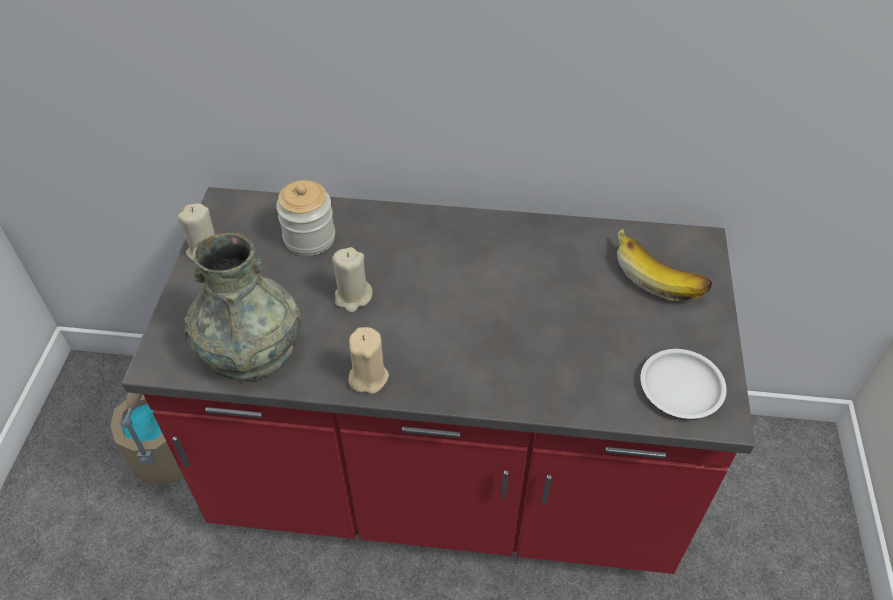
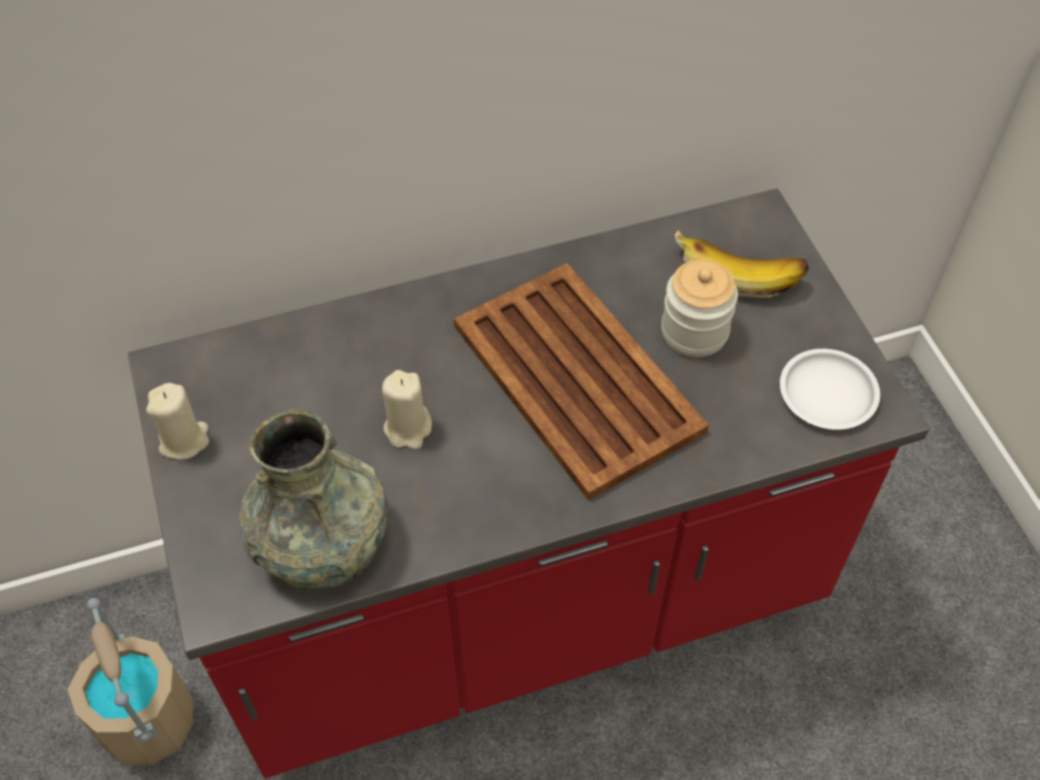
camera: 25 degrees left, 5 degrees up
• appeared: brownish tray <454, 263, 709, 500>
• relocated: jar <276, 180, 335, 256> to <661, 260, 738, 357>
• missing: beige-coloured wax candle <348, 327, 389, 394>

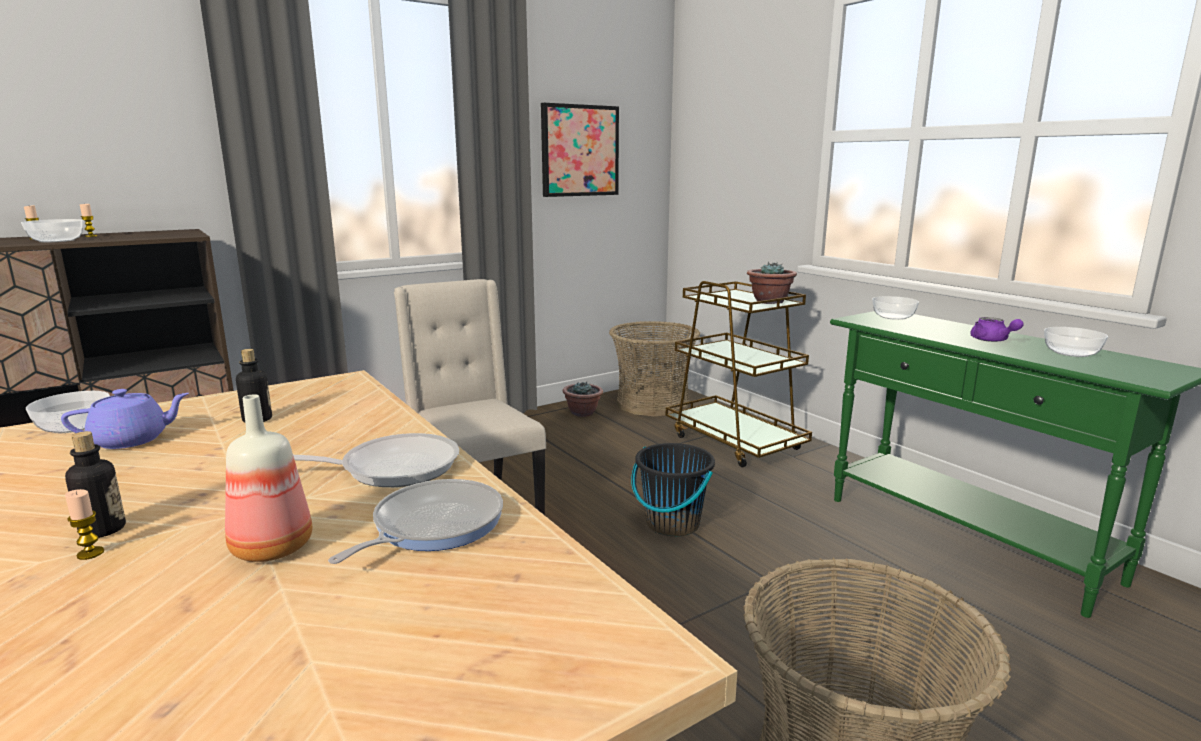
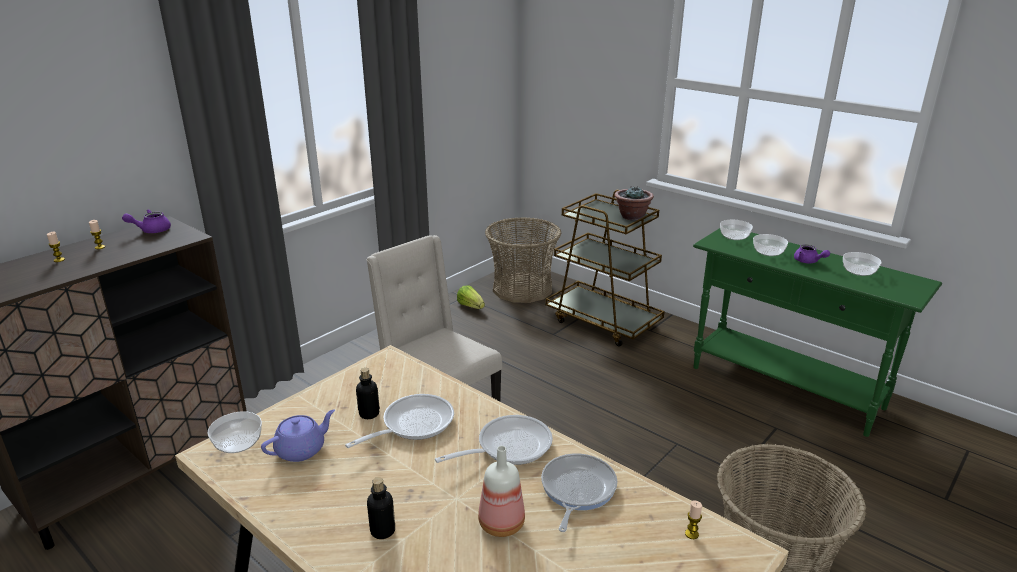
camera: 15 degrees left, 10 degrees up
• appeared: purplish teapot <122, 209, 171, 233>
• appeared: pan <345, 394, 454, 448>
• exchanged: potted plant <563, 382, 603, 417> to lettuce <457, 285, 485, 309>
• relocated: wax candle <65, 489, 104, 560> to <685, 500, 702, 539>
• relocated: bowl <21, 219, 83, 242> to <753, 234, 788, 256>
• missing: wall art <541, 103, 619, 197>
• missing: blackish pail <631, 443, 715, 537>

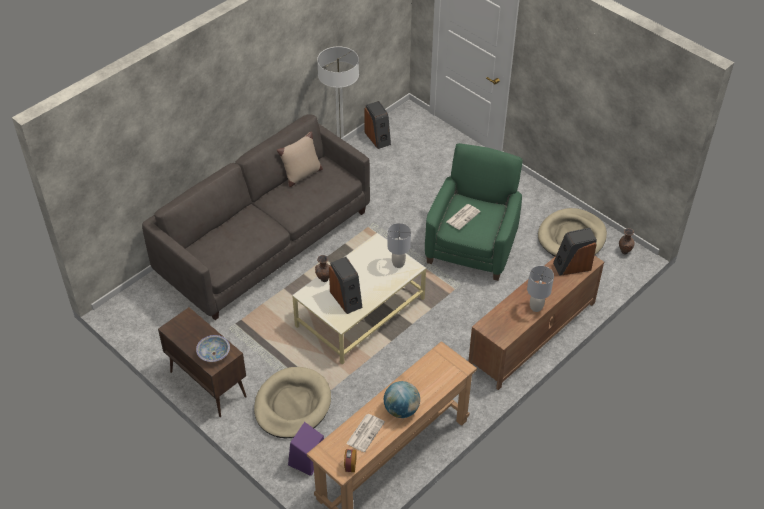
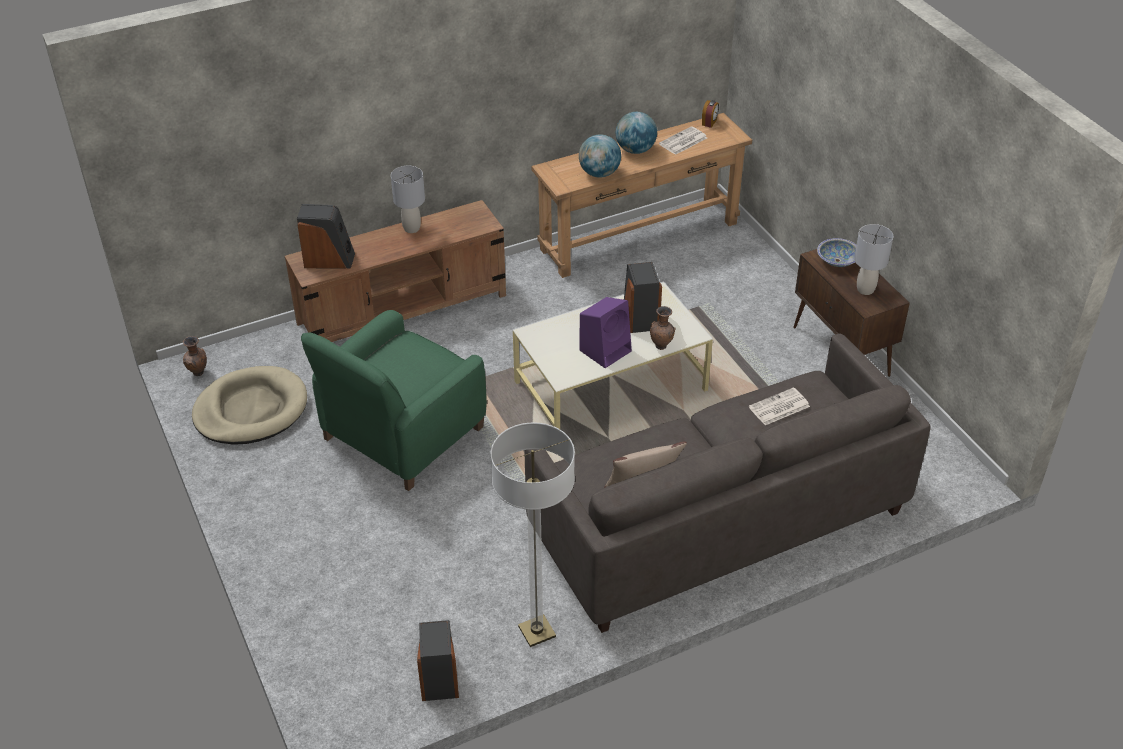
camera: 160 degrees left, 5 degrees down
• appeared: world globe <579, 134, 621, 178>
• relocated: purplish loudspeaker <288, 422, 324, 476> to <580, 297, 632, 368>
• relocated: printed paper <446, 204, 481, 230> to <749, 387, 810, 425>
• relocated: gray lamp for a table <387, 223, 411, 268> to <854, 224, 893, 295>
• missing: beige-coloured pet bed <254, 367, 331, 438>

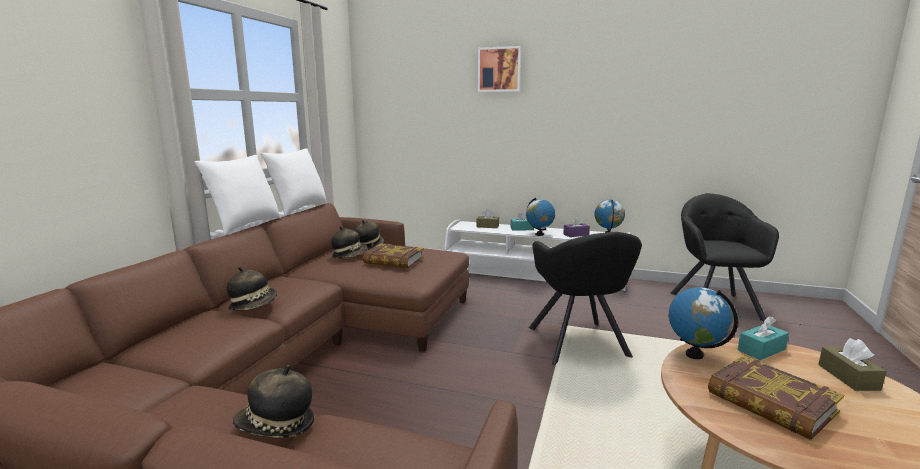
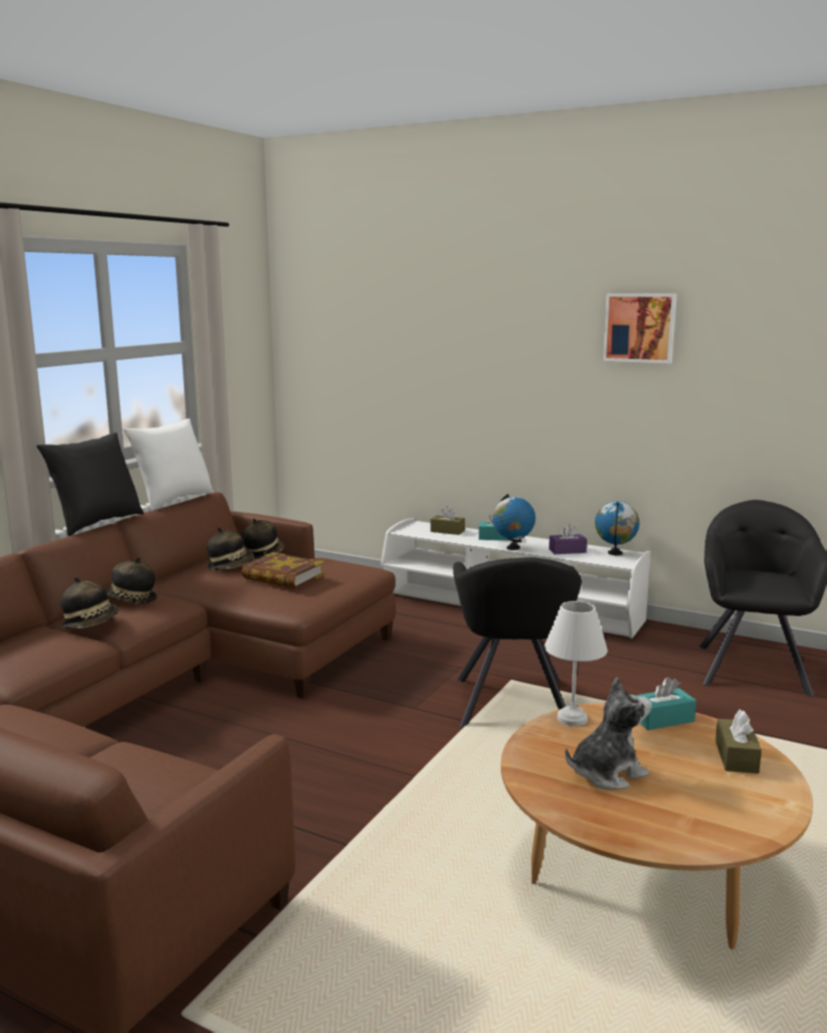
camera: 10 degrees right, 0 degrees up
• colour: white-coloured pillow <194, 155, 281, 235> to blackish pillow <37, 433, 144, 536>
• relocated: clothing hat <233, 365, 314, 438> to <104, 557, 157, 604>
• exchanged: world globe <669, 287, 738, 359> to white-coloured lamp for a table <544, 601, 608, 726>
• exchanged: book <708, 356, 844, 440> to soft toy <565, 677, 652, 790>
• relocated: wall art <478, 46, 521, 92> to <603, 293, 677, 364>

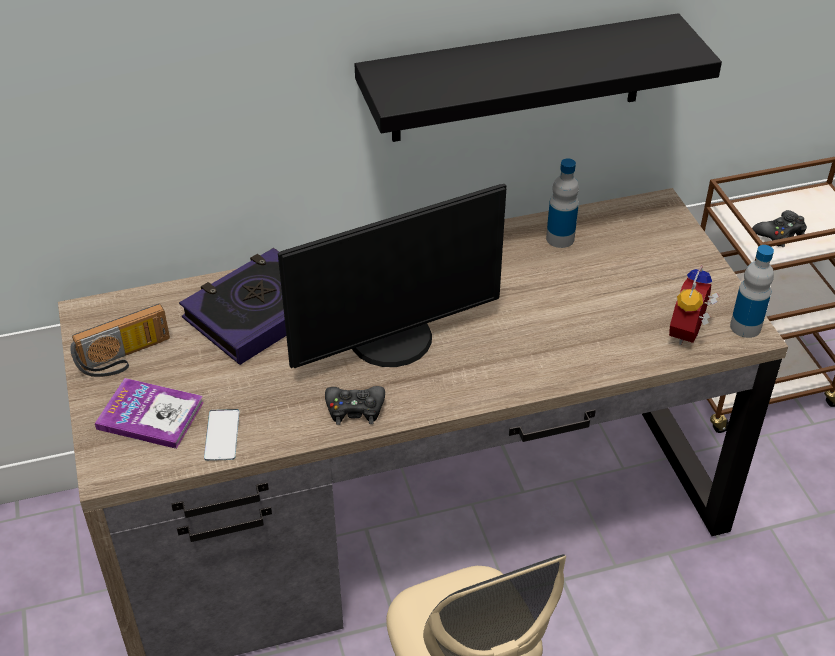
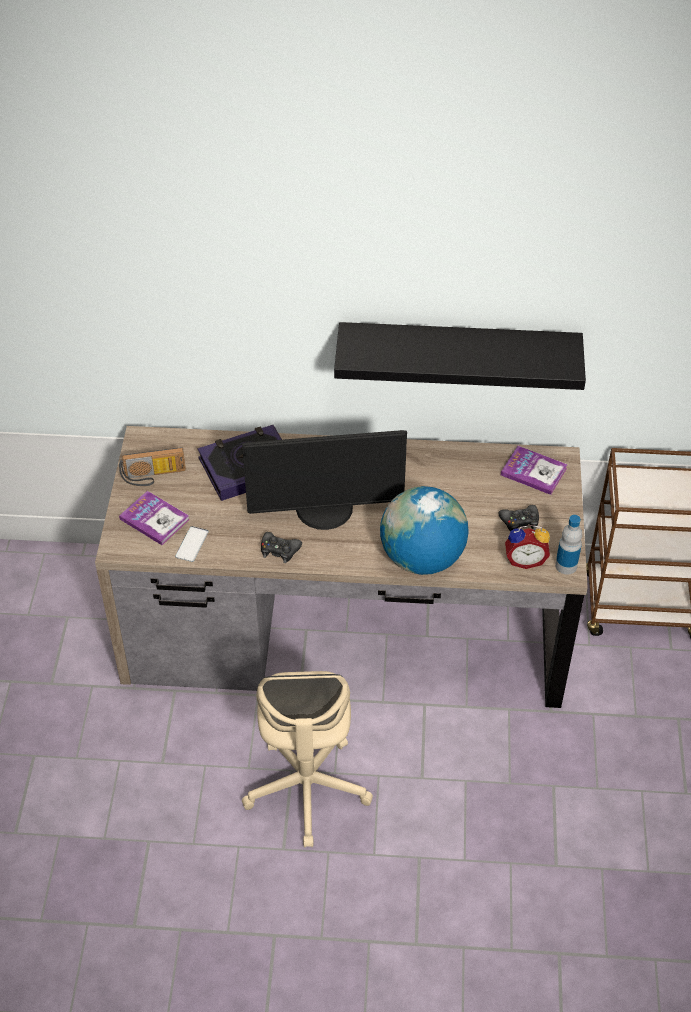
camera: 20 degrees right, 5 degrees up
• appeared: world globe <380, 486, 469, 575>
• relocated: blackish game controller <752, 210, 807, 247> to <498, 505, 539, 532>
• appeared: book <501, 446, 568, 495>
• spun: bedside clock <669, 265, 719, 345> = <505, 525, 550, 569> 135 degrees counterclockwise
• missing: bottle <546, 158, 579, 248>

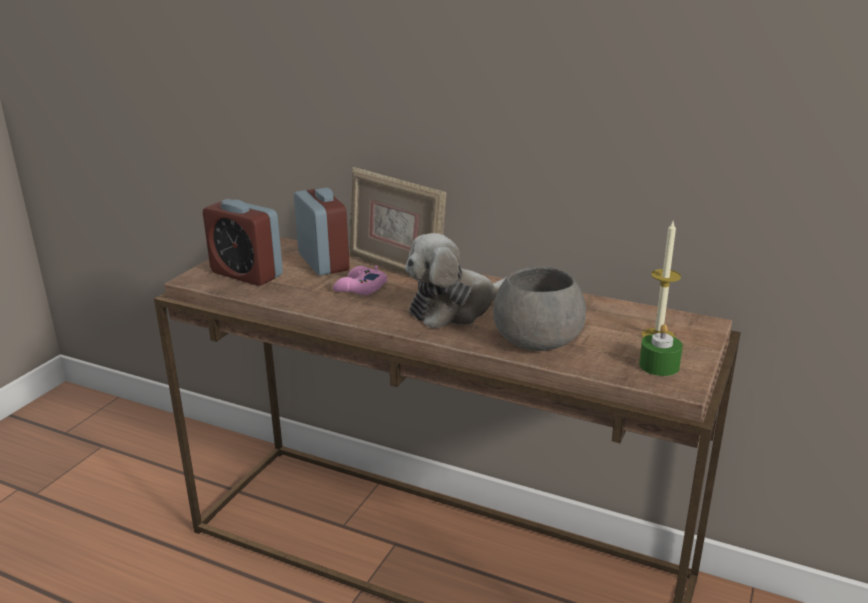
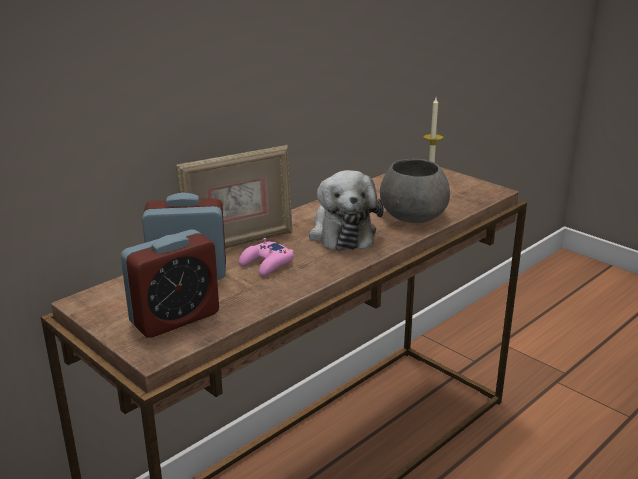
camera: 70 degrees left, 0 degrees up
• missing: green wax candle <639, 324, 683, 376>

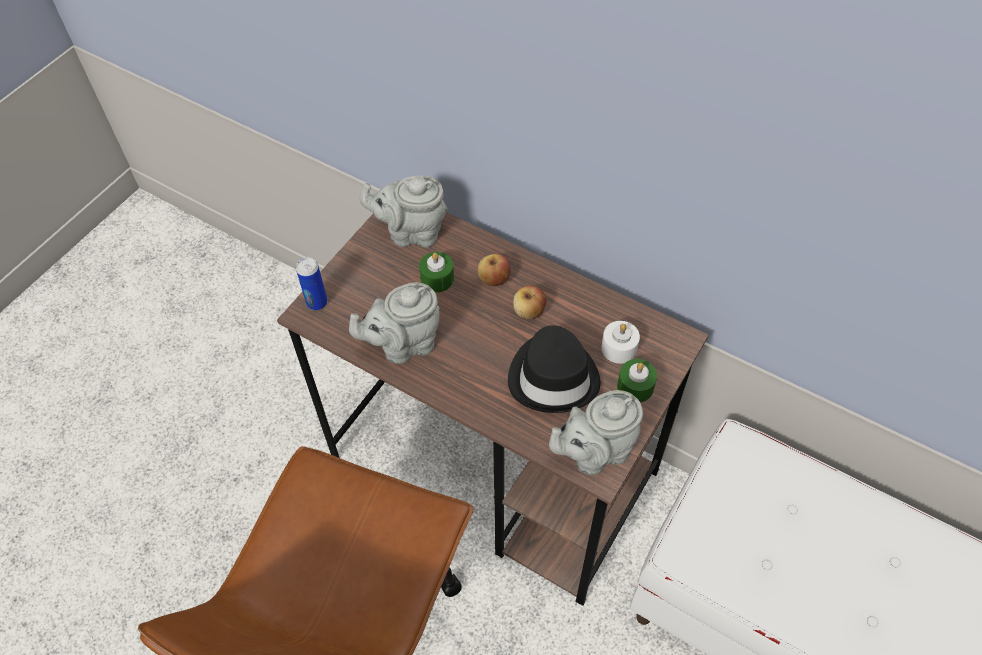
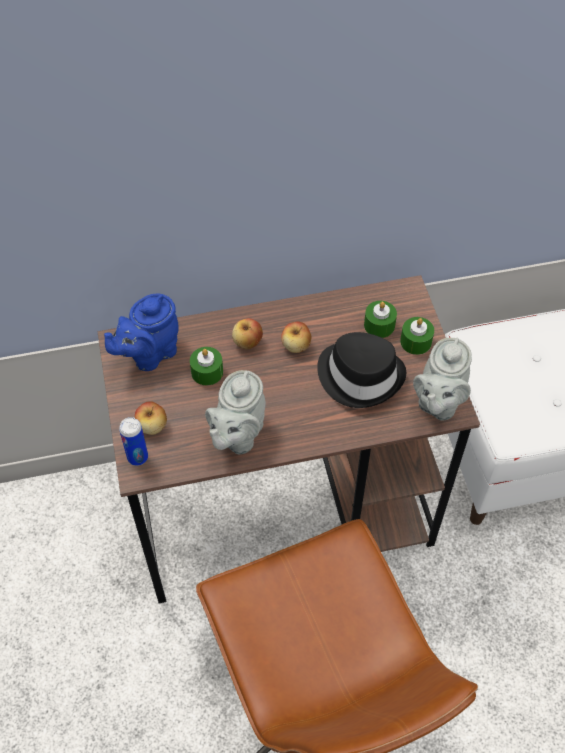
camera: 45 degrees left, 0 degrees up
• colour: gray teapot <359, 176, 447, 248> to bluish teapot <104, 293, 179, 371>
• appeared: apple fruit <135, 401, 167, 435>
• colour: white-coloured wax candle <601, 321, 640, 364> to green wax candle <364, 301, 397, 338>

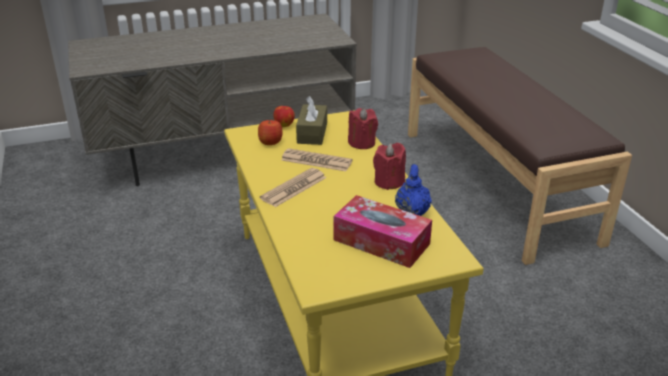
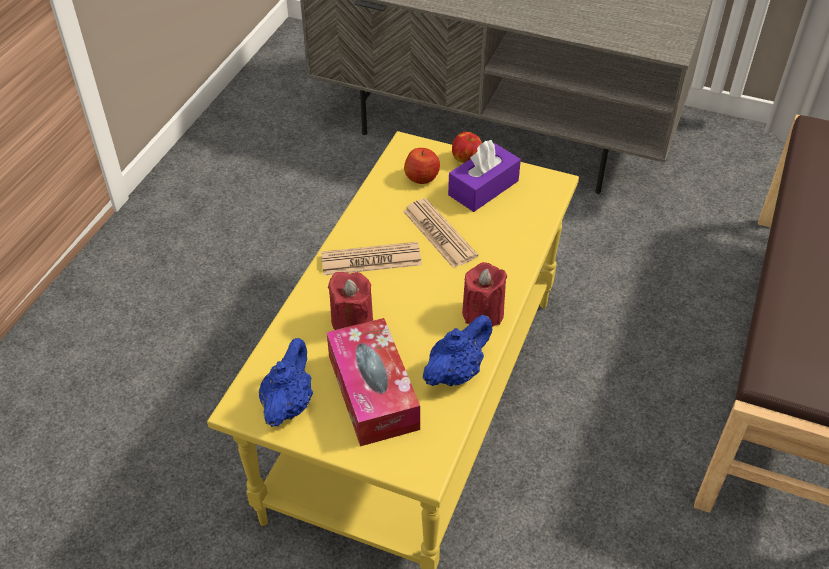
camera: 40 degrees right, 15 degrees up
• appeared: bluish teapot <259, 338, 313, 427>
• relocated: red-coloured wax candle <348, 108, 378, 149> to <328, 272, 373, 330>
• colour: brownish tissue box <296, 96, 327, 145> to purplish tissue box <448, 140, 521, 212>

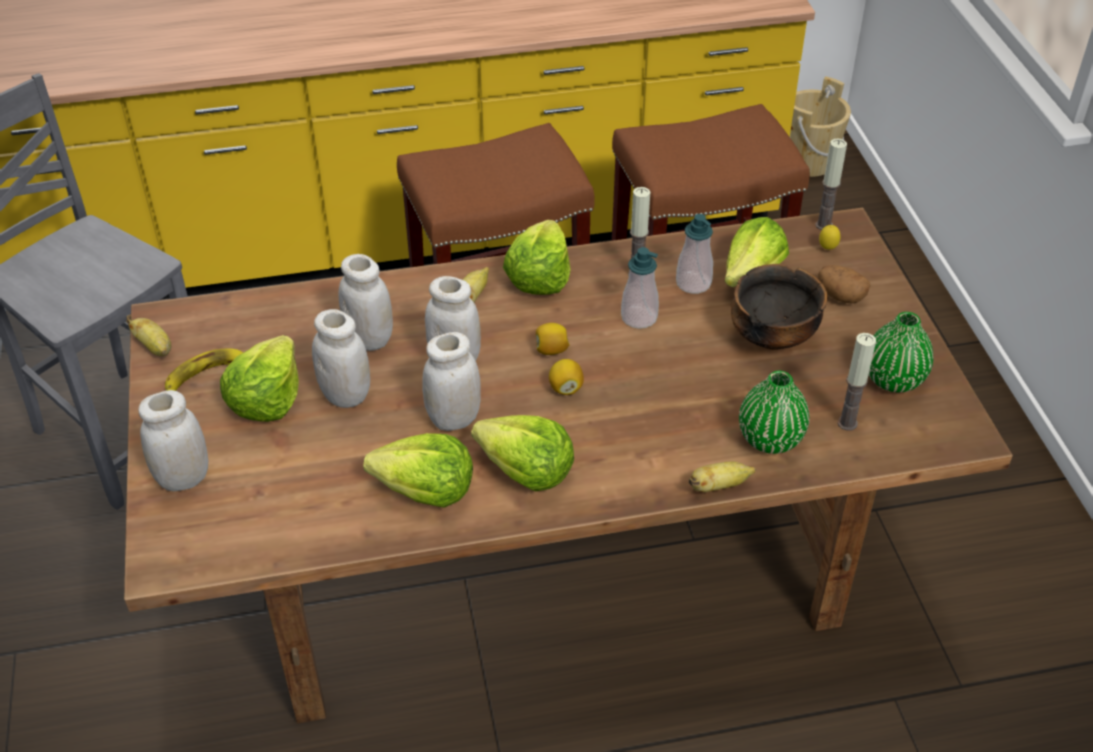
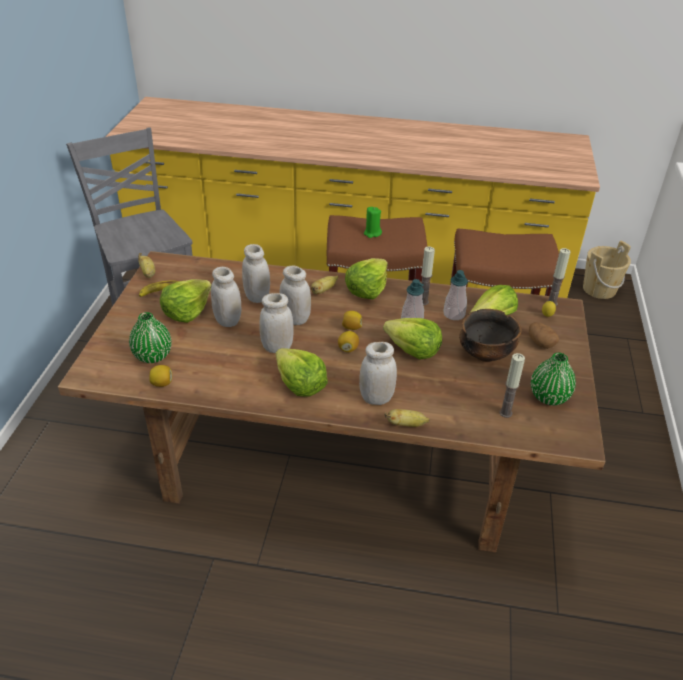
camera: 20 degrees right, 5 degrees down
• relocated: green flower vase <739, 371, 809, 454> to <129, 312, 172, 363>
• appeared: whole lemon <149, 365, 172, 387>
• relocated: white-coloured jar <138, 390, 208, 492> to <359, 342, 397, 405>
• appeared: green wax candle <364, 207, 382, 238>
• relocated: lettuce <363, 433, 473, 508> to <383, 318, 442, 360>

